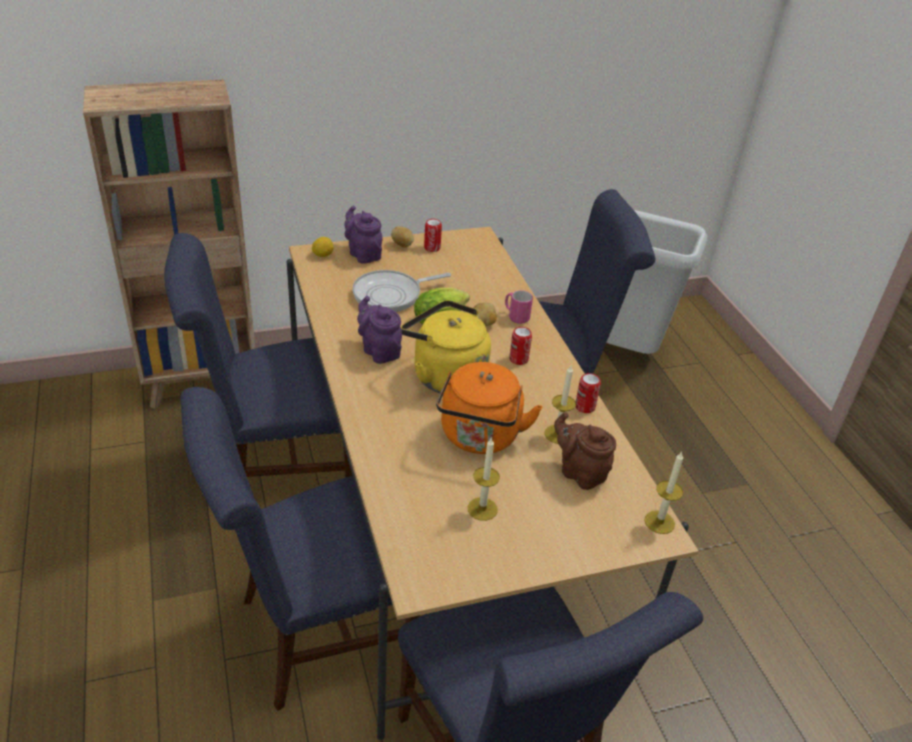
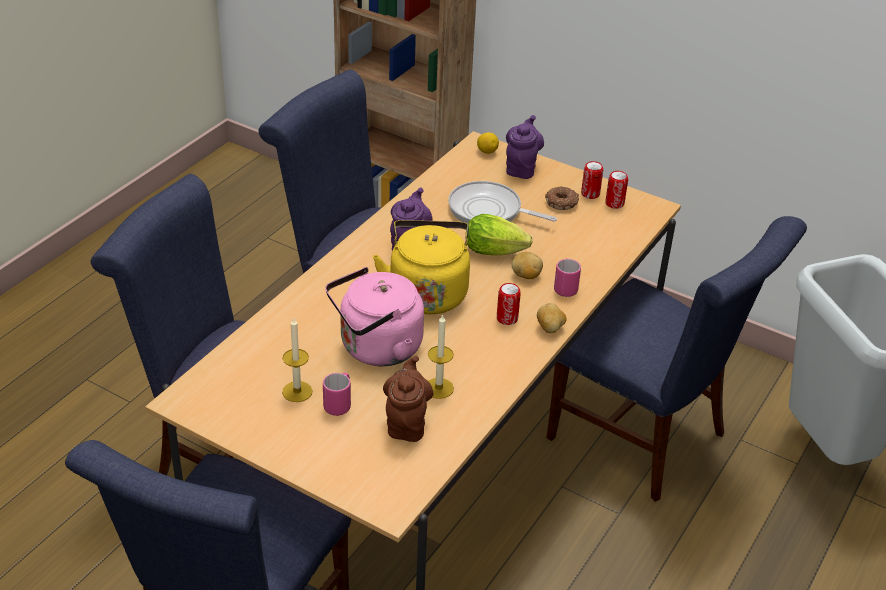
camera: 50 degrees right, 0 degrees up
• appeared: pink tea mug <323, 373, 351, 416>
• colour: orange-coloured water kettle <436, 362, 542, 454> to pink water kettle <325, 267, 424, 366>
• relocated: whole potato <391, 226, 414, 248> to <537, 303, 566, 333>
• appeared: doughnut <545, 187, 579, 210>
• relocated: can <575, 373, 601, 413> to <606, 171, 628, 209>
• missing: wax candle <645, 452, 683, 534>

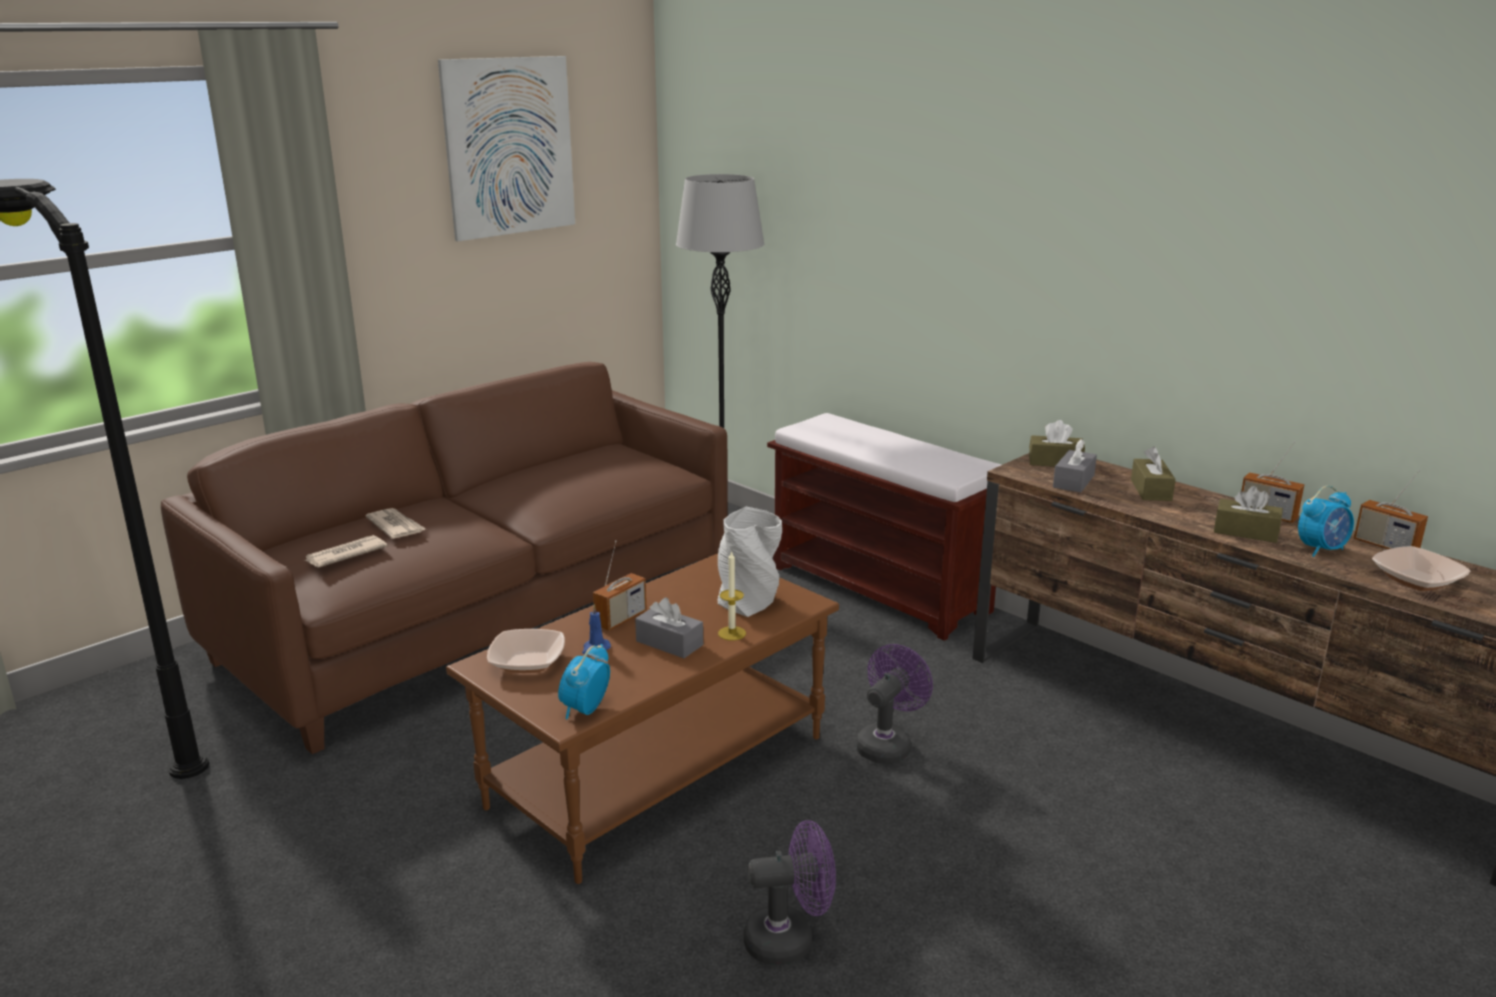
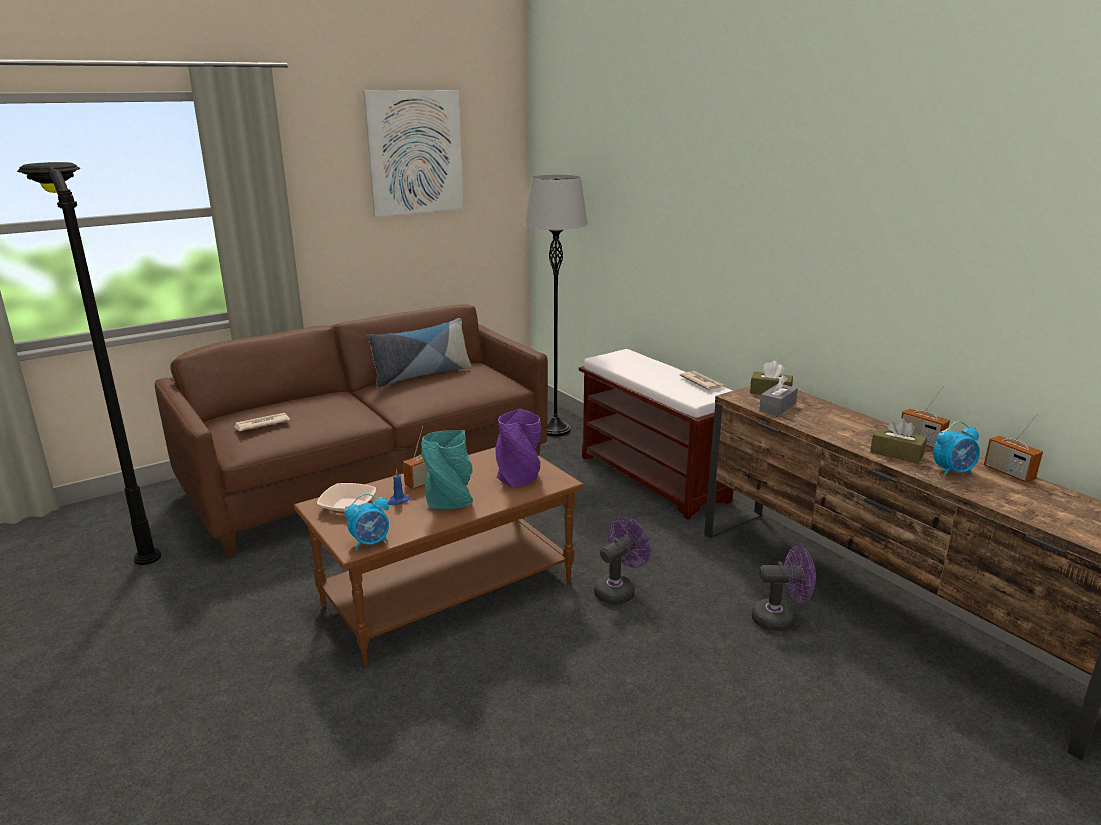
camera: 10 degrees right, 0 degrees up
• spun: bedside clock <558, 644, 610, 719> = <344, 494, 389, 551> 150 degrees counterclockwise
• appeared: pillow <368, 318, 471, 387>
• exchanged: gray tissue box <635, 597, 703, 658> to turquoise flower vase <421, 430, 473, 509>
• colour: gray flower vase <718, 507, 782, 617> to purplish flower vase <495, 409, 541, 488>
• relocated: printed paper <365, 508, 426, 539> to <680, 371, 725, 390>
• relocated: purplish cooling fan <744, 820, 836, 965> to <752, 546, 816, 631>
• missing: wax candle <718, 550, 746, 641>
• missing: brownish tissue box <1131, 446, 1176, 501>
• missing: bowl <1372, 546, 1471, 591>

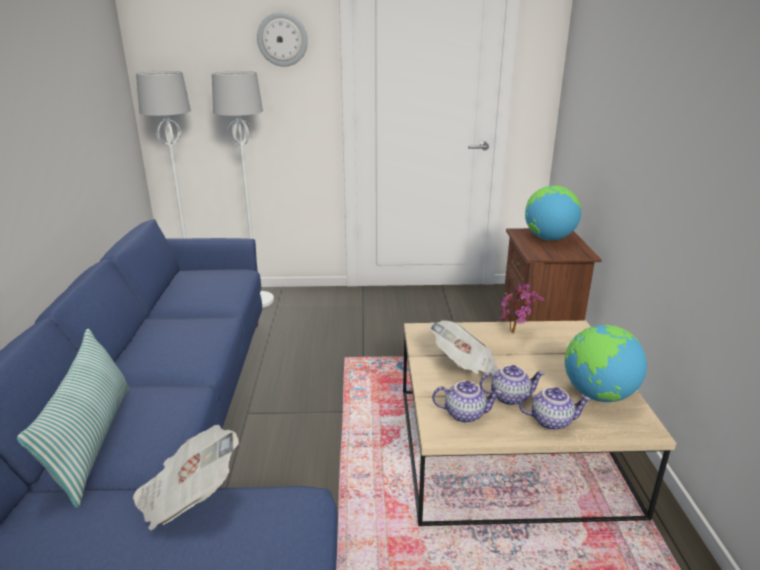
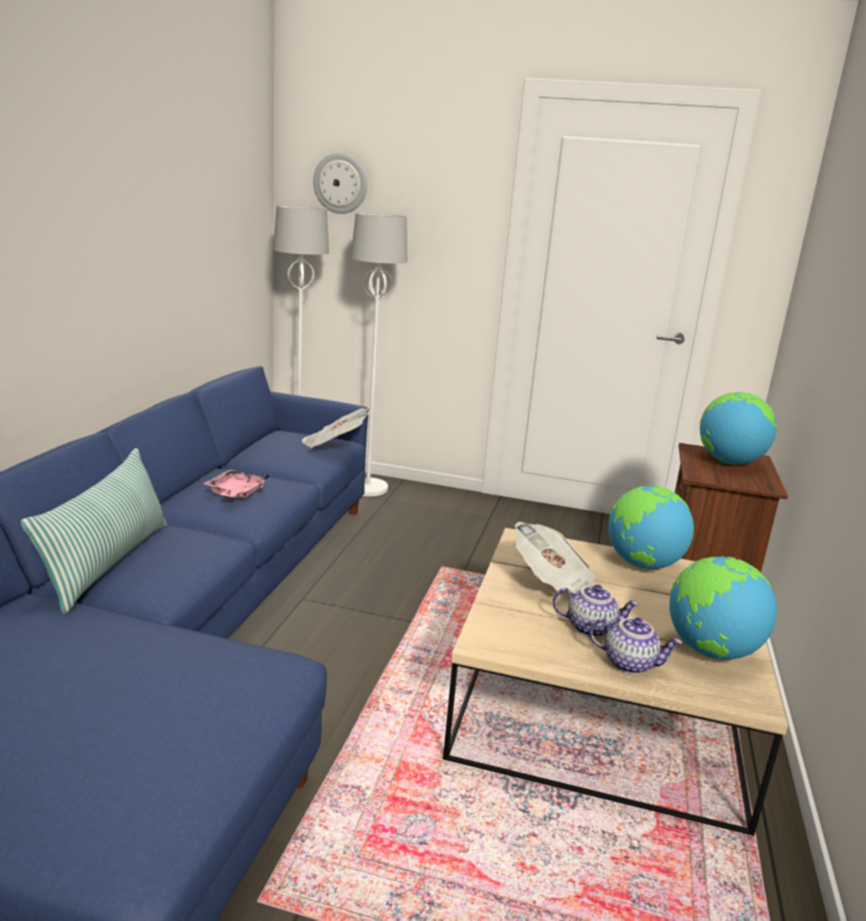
camera: 15 degrees right, 5 degrees down
• appeared: pink tray <203, 469, 269, 498>
• relocated: printed paper <133, 425, 239, 531> to <302, 408, 372, 449>
• relocated: hanging clock <257, 12, 308, 67> to <313, 153, 367, 214>
• exchanged: potted plant <500, 283, 544, 333> to world globe <608, 486, 694, 569>
• missing: teapot <432, 381, 502, 423>

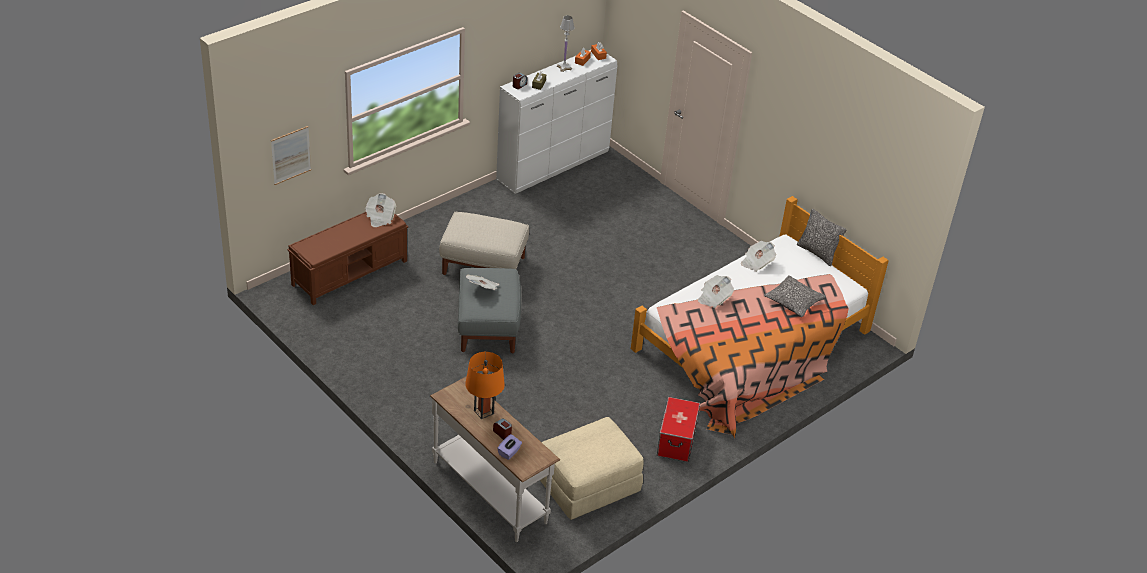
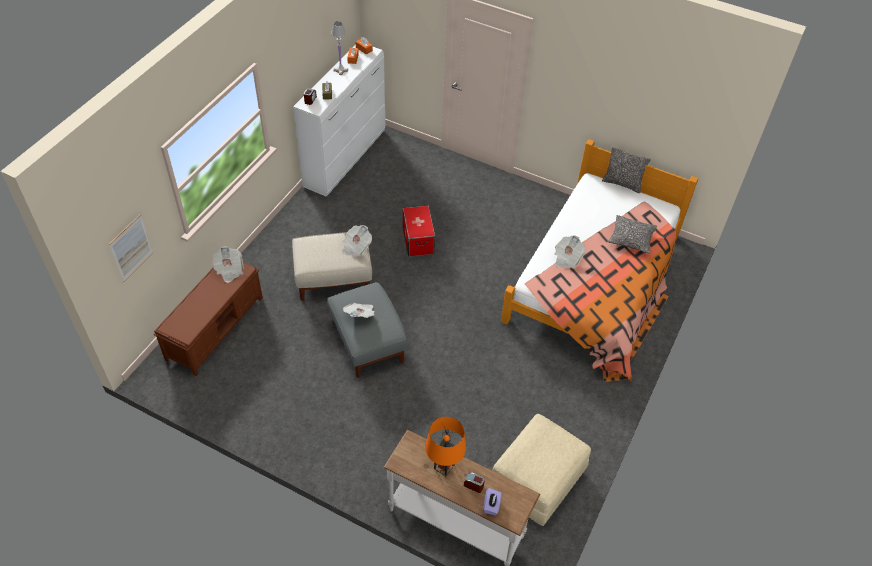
camera: 20 degrees left, 10 degrees up
• relocated: printed paper <741, 241, 776, 272> to <342, 225, 372, 257>
• relocated: storage bin <657, 397, 700, 462> to <403, 205, 435, 257>

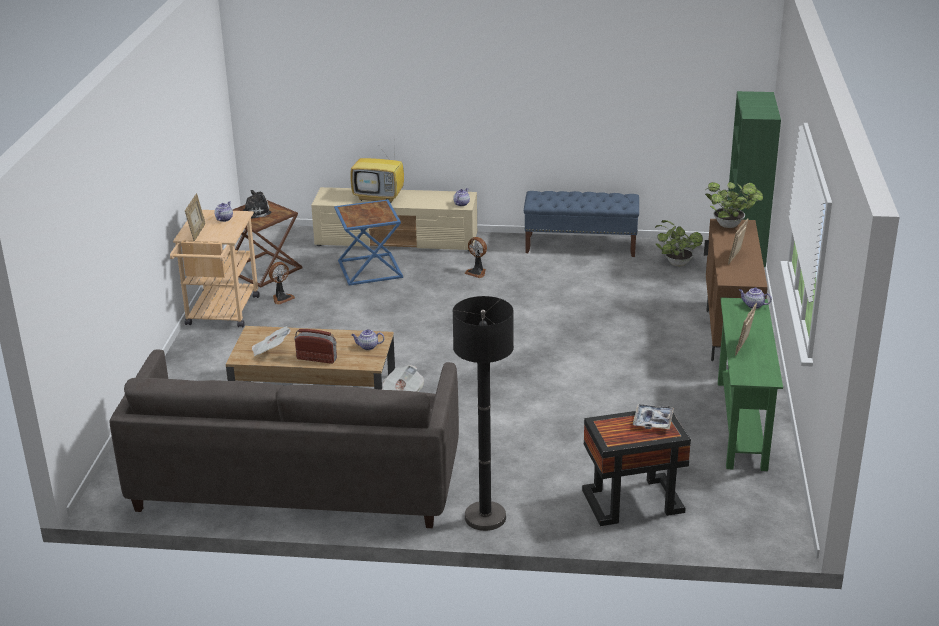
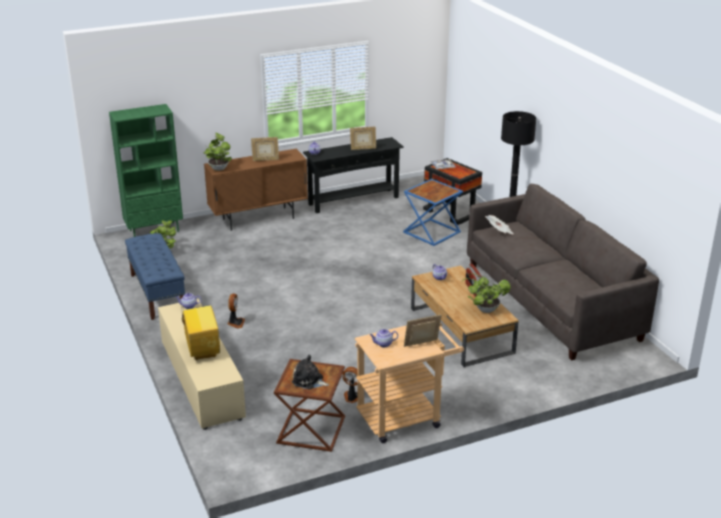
camera: 120 degrees left, 0 degrees up
• colour: green hall table <718, 297, 783, 471> to blackish hall table <303, 137, 404, 213>
• relocated: bluish side table <334, 199, 403, 286> to <403, 179, 463, 246>
• exchanged: printed paper <252, 326, 290, 356> to potted plant <462, 273, 511, 313>

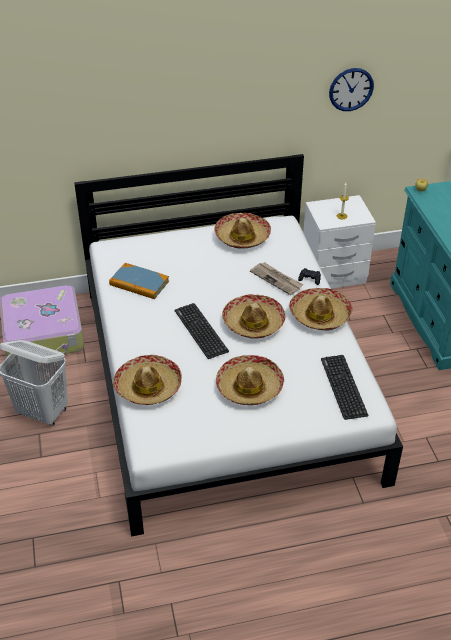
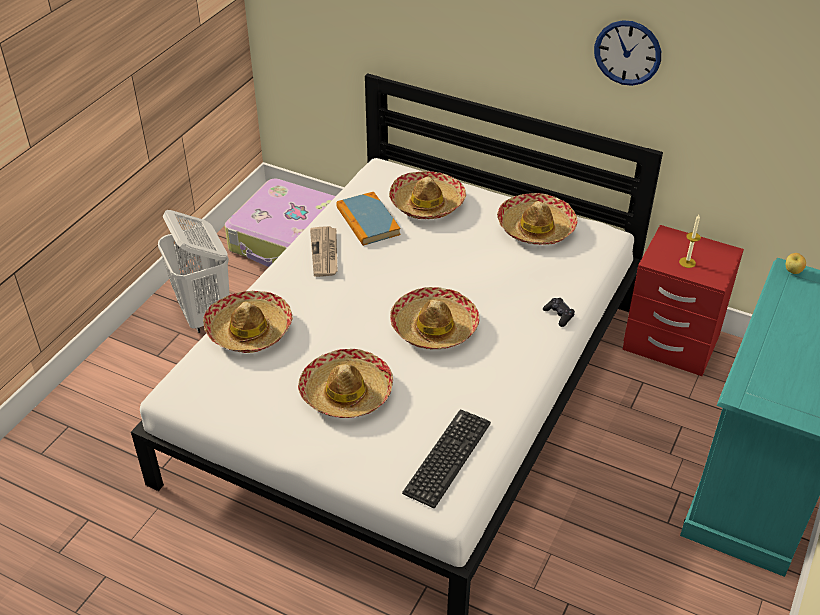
camera: 40 degrees right, 0 degrees up
• relocated: printed paper <250, 262, 304, 295> to <310, 226, 337, 277>
• relocated: clothing hat <289, 288, 352, 331> to <389, 171, 466, 219>
• relocated: hanging clock <329, 68, 374, 111> to <594, 20, 661, 86>
• colour: white-coloured night table <303, 195, 376, 289> to red-coloured night table <622, 225, 744, 376>
• missing: PC keyboard <175, 303, 229, 359>

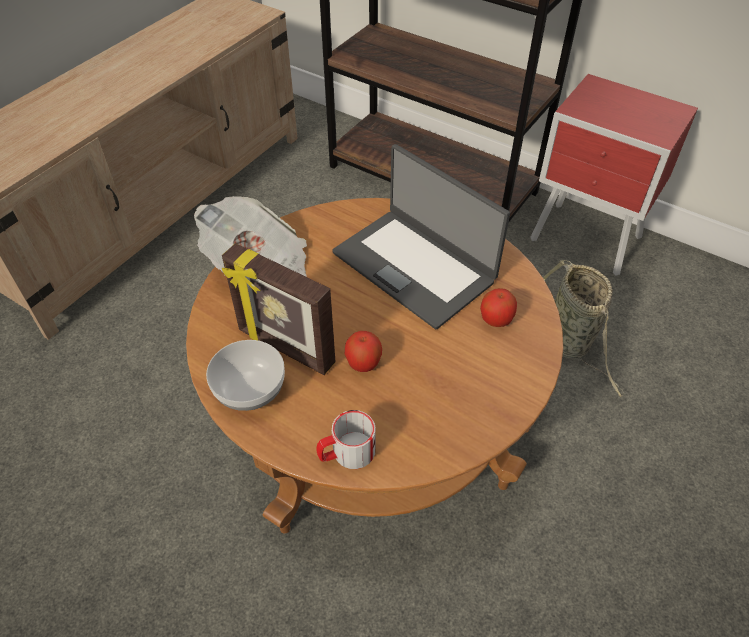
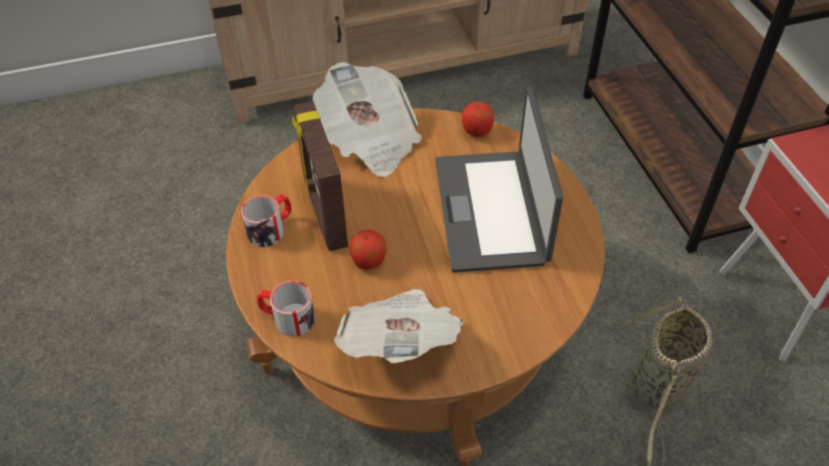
camera: 40 degrees right, 0 degrees up
• exchanged: bowl <206, 340, 285, 411> to tea mug <241, 194, 292, 247>
• appeared: printed paper <334, 289, 464, 363>
• relocated: apple fruit <480, 288, 517, 327> to <462, 102, 494, 137>

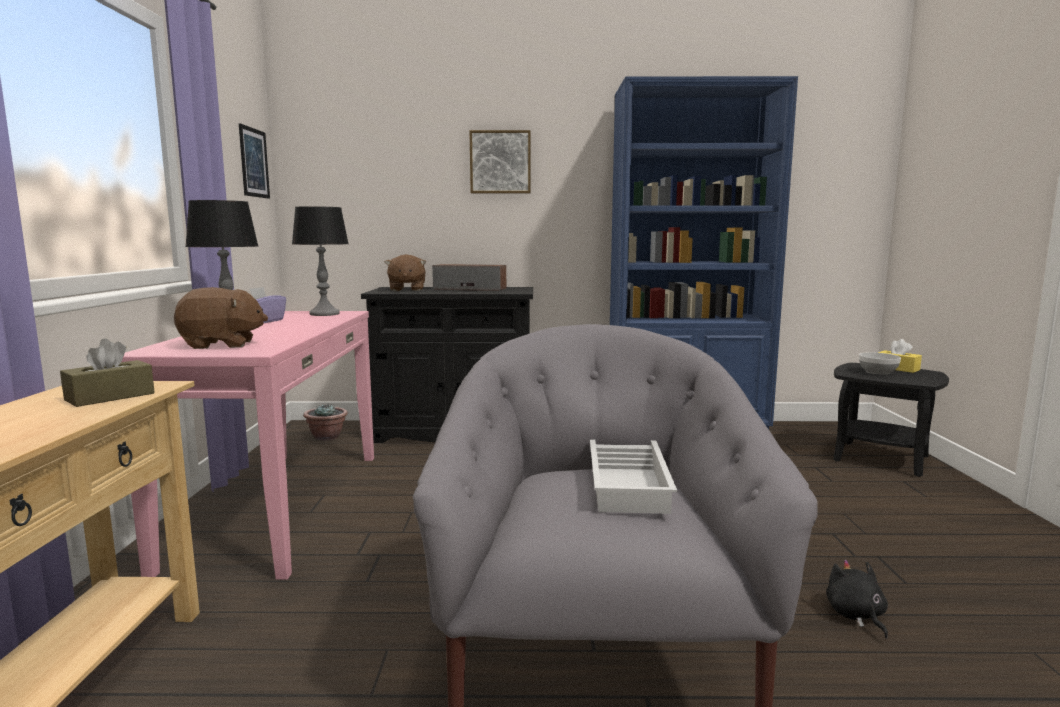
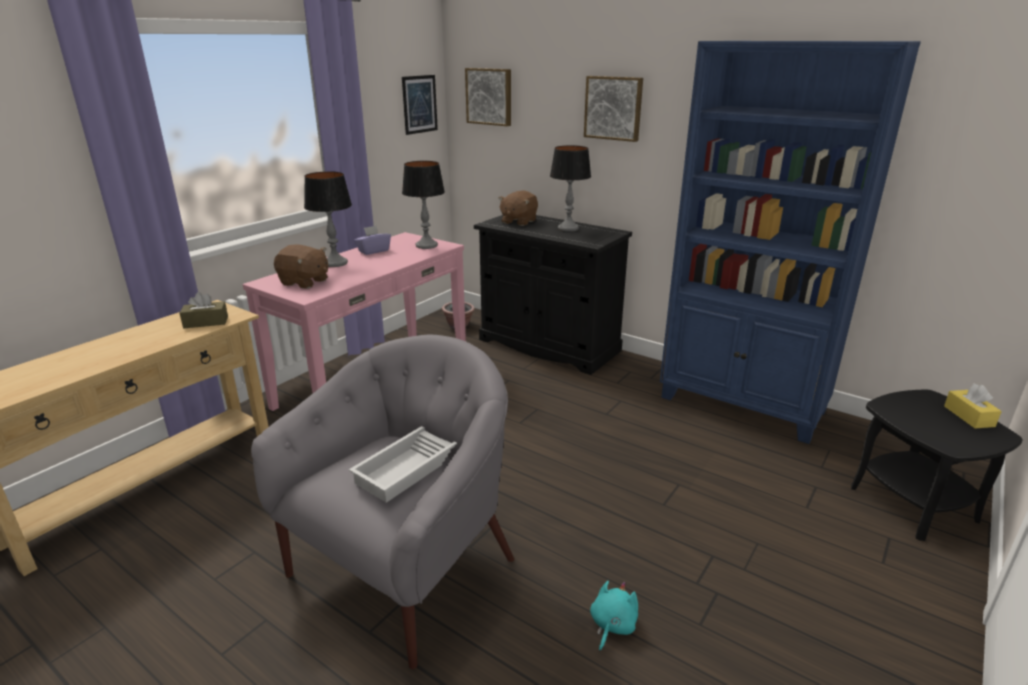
camera: 35 degrees right, 15 degrees up
• appeared: wall art <465, 68, 511, 126>
• exchanged: loudspeaker <432, 264, 506, 291> to lamp for a table <550, 145, 591, 232>
• colour: blackish soft toy <826, 560, 888, 639> to turquoise soft toy <590, 581, 638, 651>
• missing: bowl <859, 353, 901, 375>

